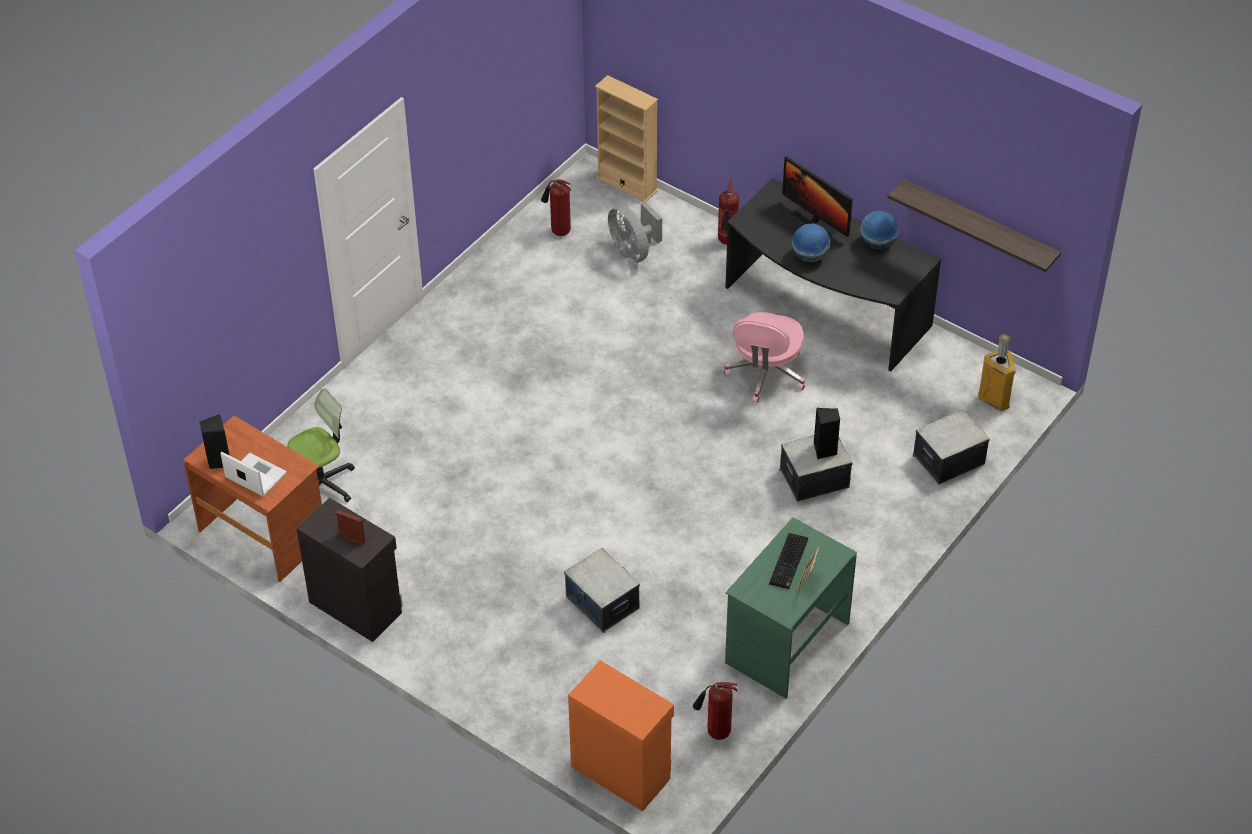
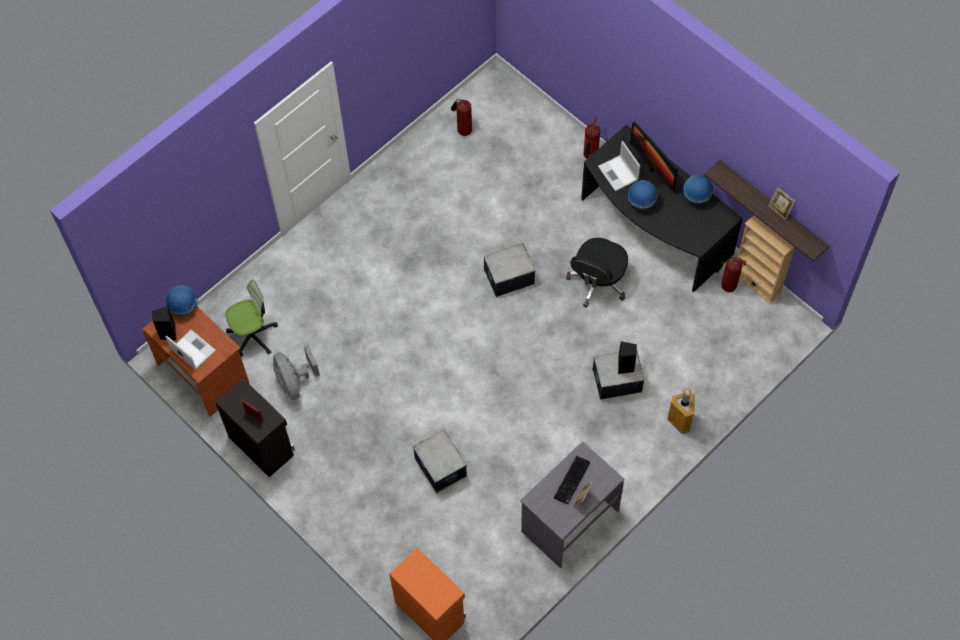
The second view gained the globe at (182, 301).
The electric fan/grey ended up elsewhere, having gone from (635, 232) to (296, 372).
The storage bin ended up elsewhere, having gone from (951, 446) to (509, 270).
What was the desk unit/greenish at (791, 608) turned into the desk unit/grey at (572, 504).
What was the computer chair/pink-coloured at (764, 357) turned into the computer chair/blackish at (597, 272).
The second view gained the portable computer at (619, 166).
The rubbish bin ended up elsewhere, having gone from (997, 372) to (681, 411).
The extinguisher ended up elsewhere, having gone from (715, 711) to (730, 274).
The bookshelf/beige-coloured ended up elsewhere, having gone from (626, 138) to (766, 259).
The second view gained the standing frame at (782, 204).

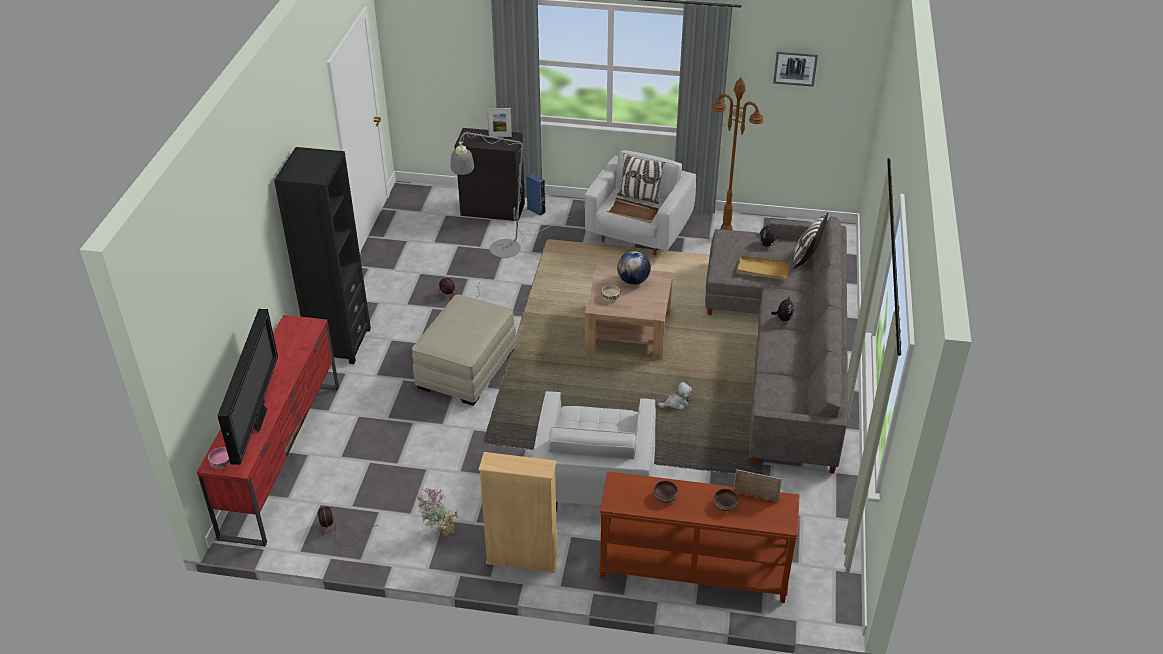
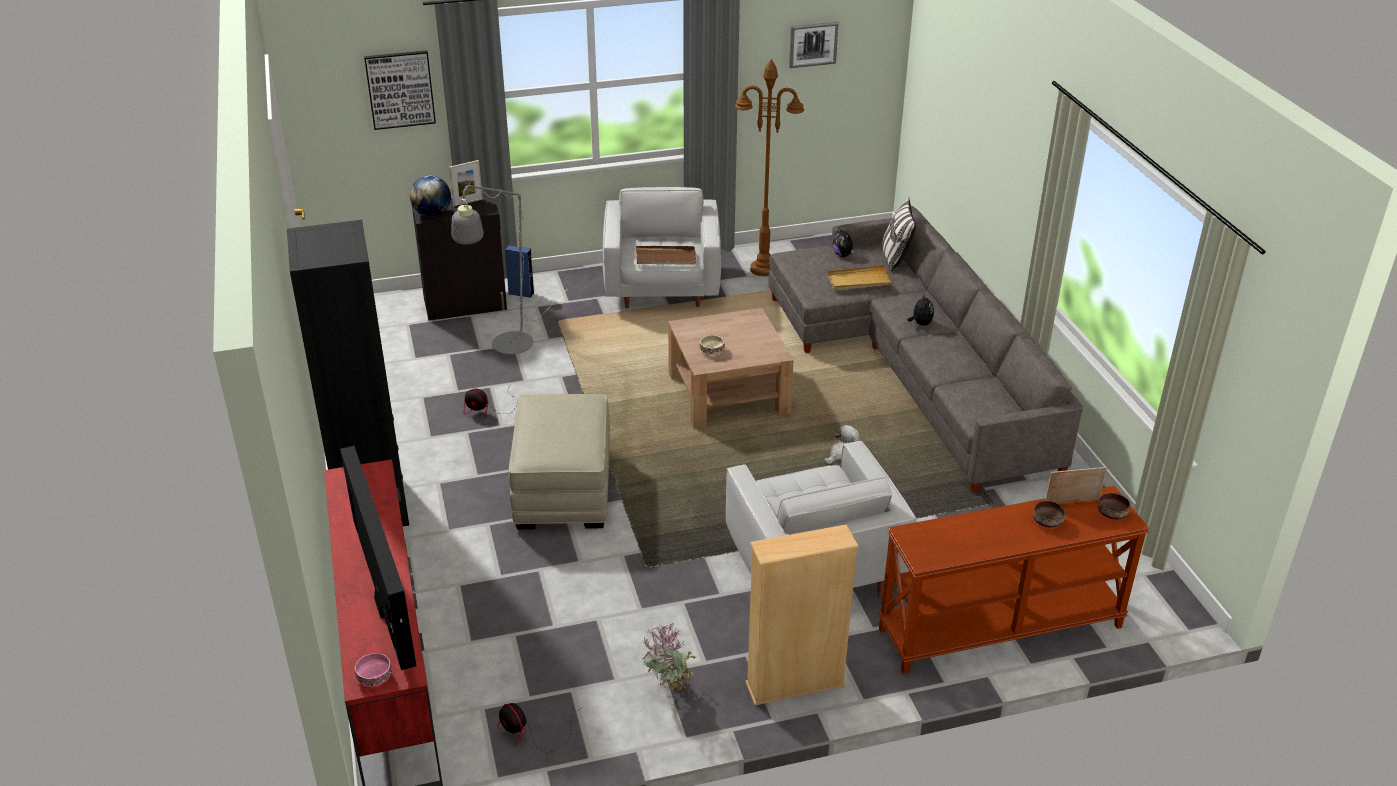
The second view gained the wall art at (400, 90).
The globe ended up elsewhere, having gone from (634, 268) to (430, 196).
The serving bowl/brown ended up elsewhere, having gone from (666, 492) to (1114, 506).
The second view lost the throw pillow at (641, 178).

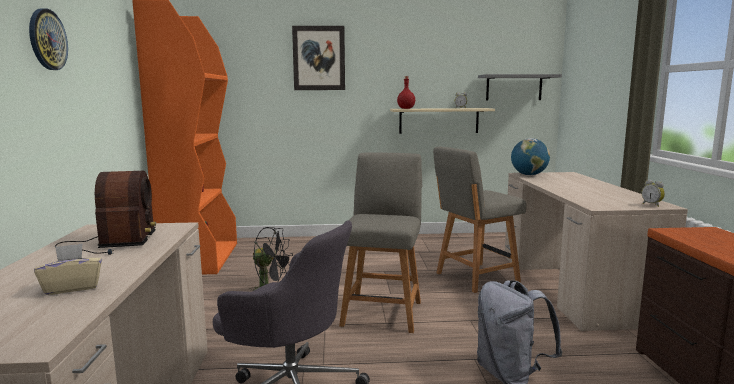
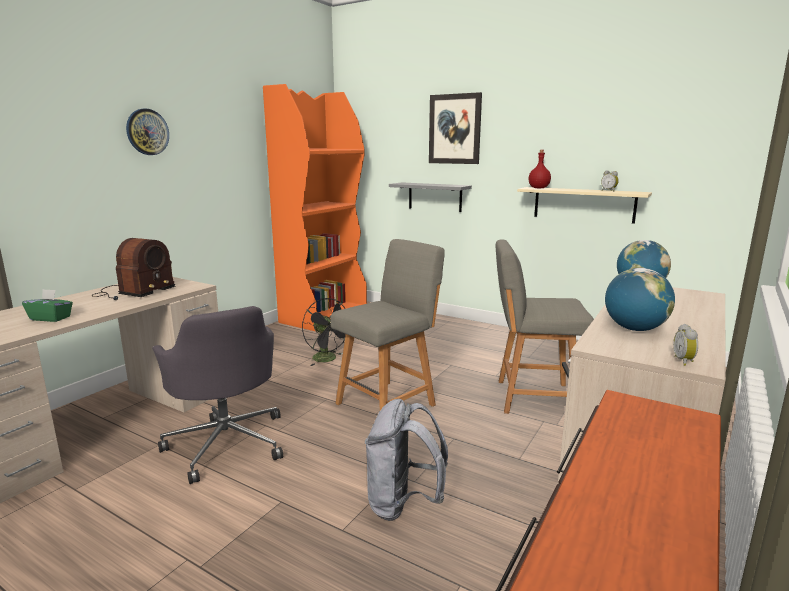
What was the box of tissues/beige-coloured at (68, 269) turned into the box of tissues/greenish at (47, 305).
The bracket shelf/grey ended up elsewhere, having gone from (520, 87) to (430, 197).
The second view gained the globe at (640, 299).

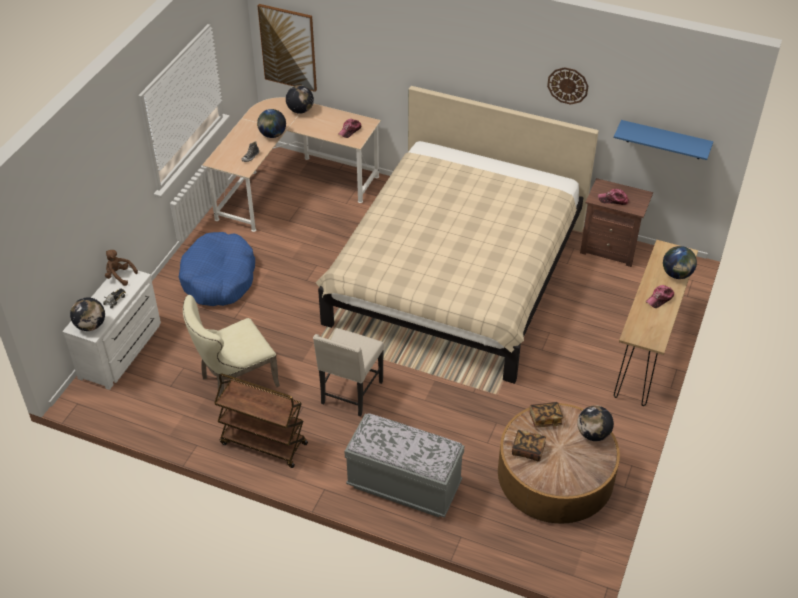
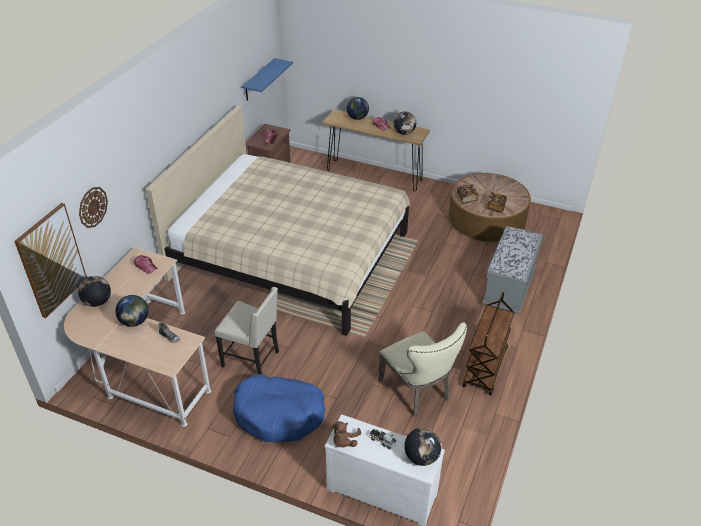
The wall clock ended up elsewhere, having gone from (567, 86) to (93, 207).
The chair/beige-coloured ended up elsewhere, having gone from (348, 372) to (246, 330).
The globe ended up elsewhere, having gone from (595, 423) to (404, 123).

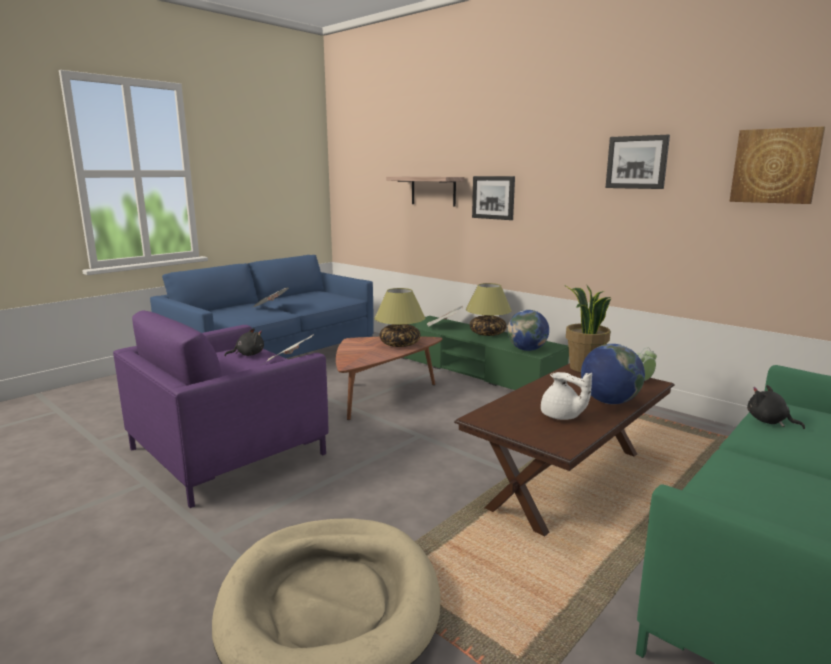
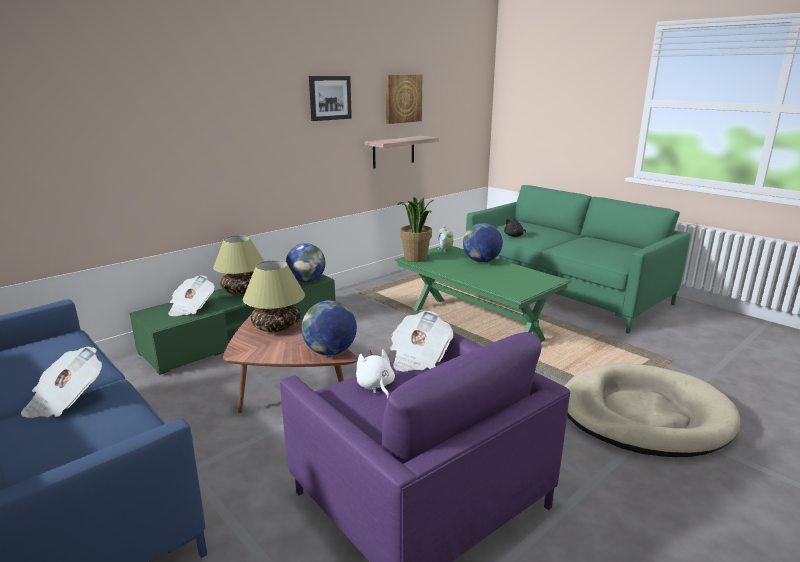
The second view gained the globe at (329, 328).
What was the soft toy/blackish at (244, 342) turned into the soft toy/whitish at (375, 374).
The bracket shelf ended up elsewhere, having gone from (425, 191) to (402, 152).
What was the low table/brown at (564, 449) turned into the low table/greenish at (483, 294).
The second view lost the wall art at (493, 198).
The second view lost the teapot/whitish at (566, 396).

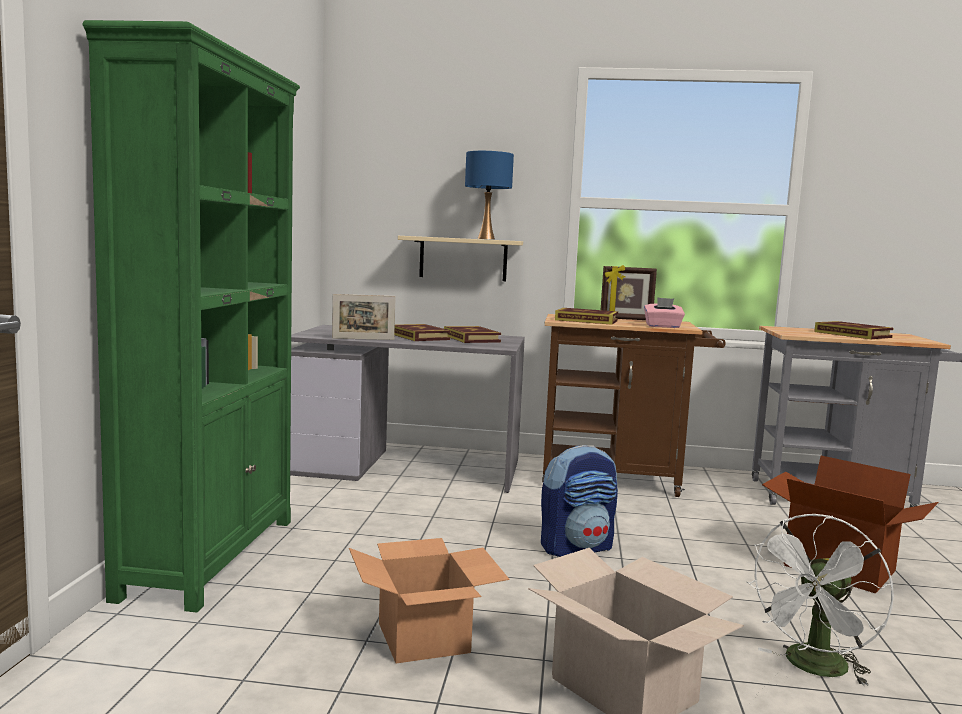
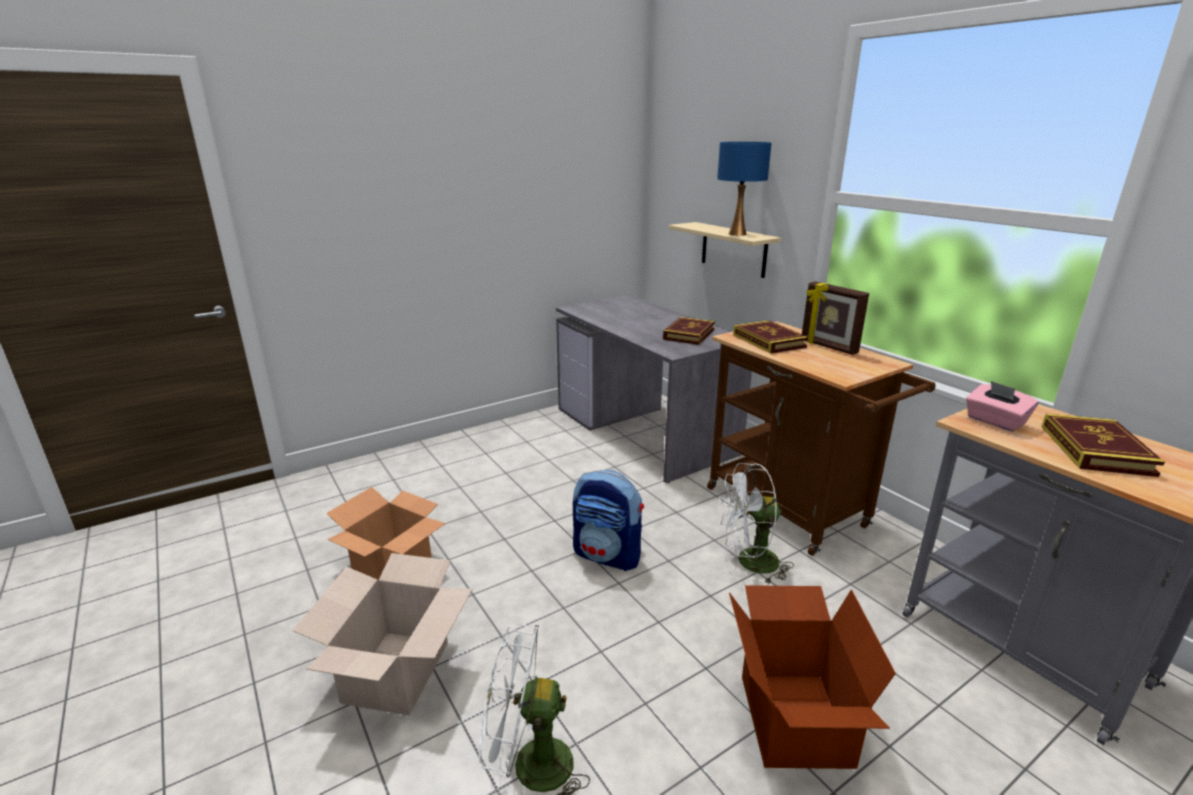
The second view gained the electric fan/whitish at (756, 523).
The box of tissues/pink-coloured ended up elsewhere, having gone from (664, 313) to (1002, 406).
The second view lost the bookshelf/greenish at (191, 316).
The second view lost the standing frame at (364, 317).
The second view lost the bound book at (422, 332).

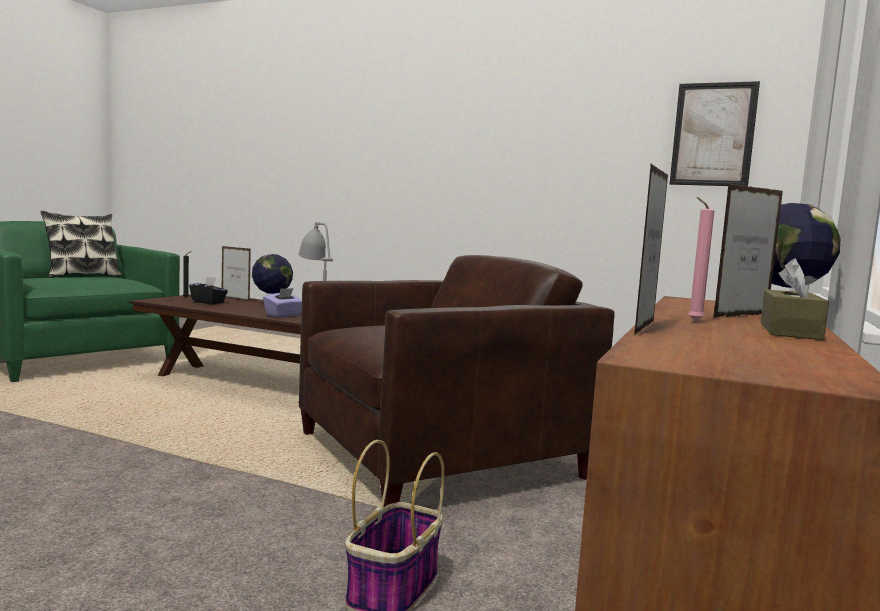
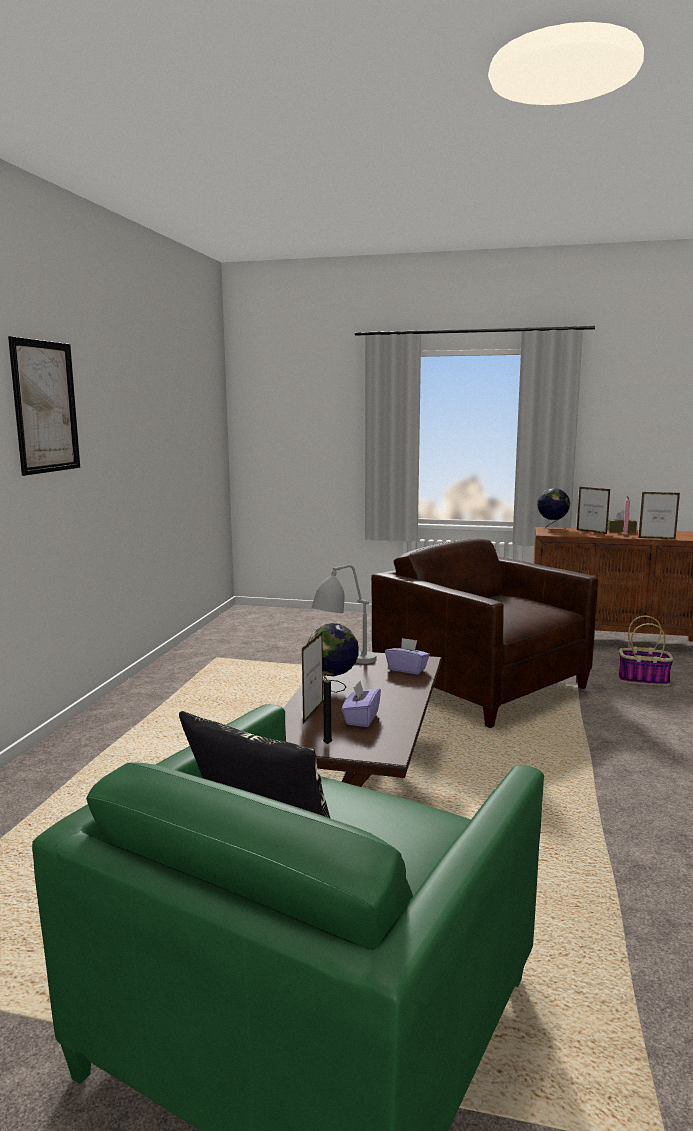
The wall art ended up elsewhere, having gone from (715, 133) to (44, 406).
What was the box of tissues/blackish at (208, 290) turned into the box of tissues/purple at (361, 704).

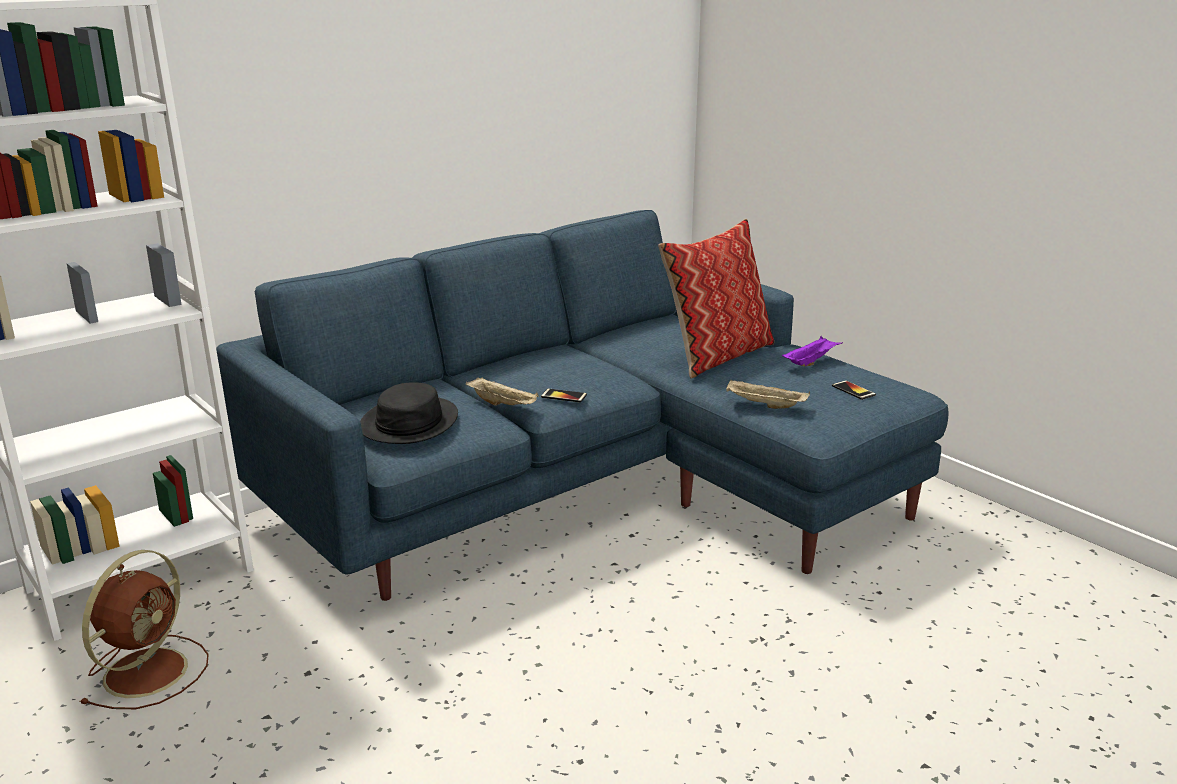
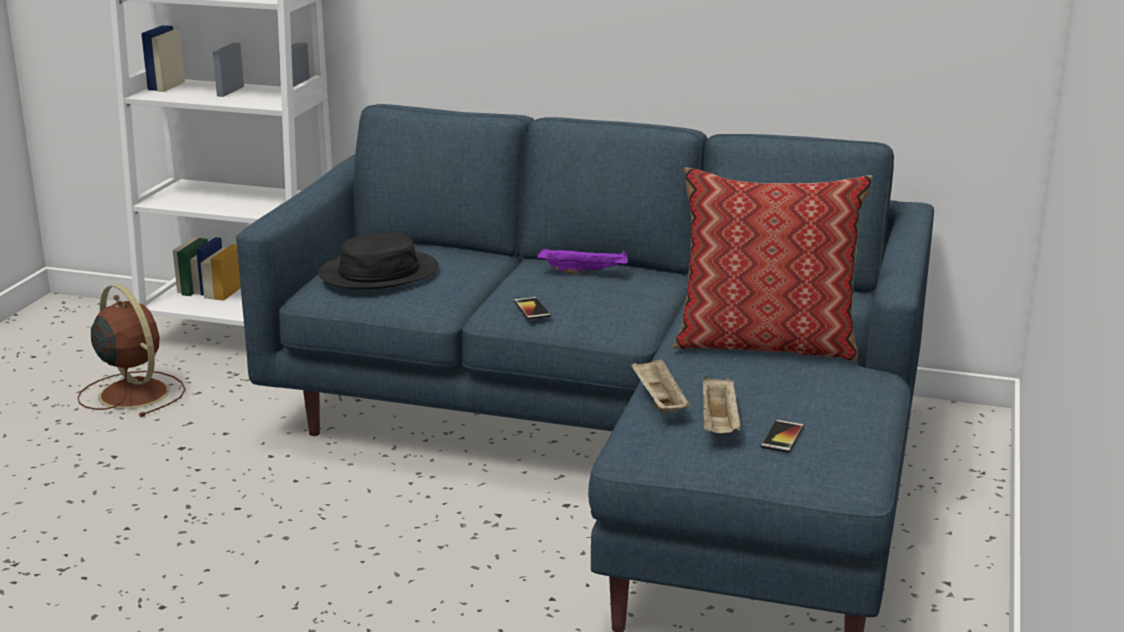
The electric fan/brown at (144, 629) ended up facing another way, 120 degrees counterclockwise from before.
The carrying tray/purple ended up elsewhere, having gone from (812, 351) to (582, 261).
The carrying tray/beige-coloured ended up elsewhere, having gone from (502, 391) to (722, 404).

